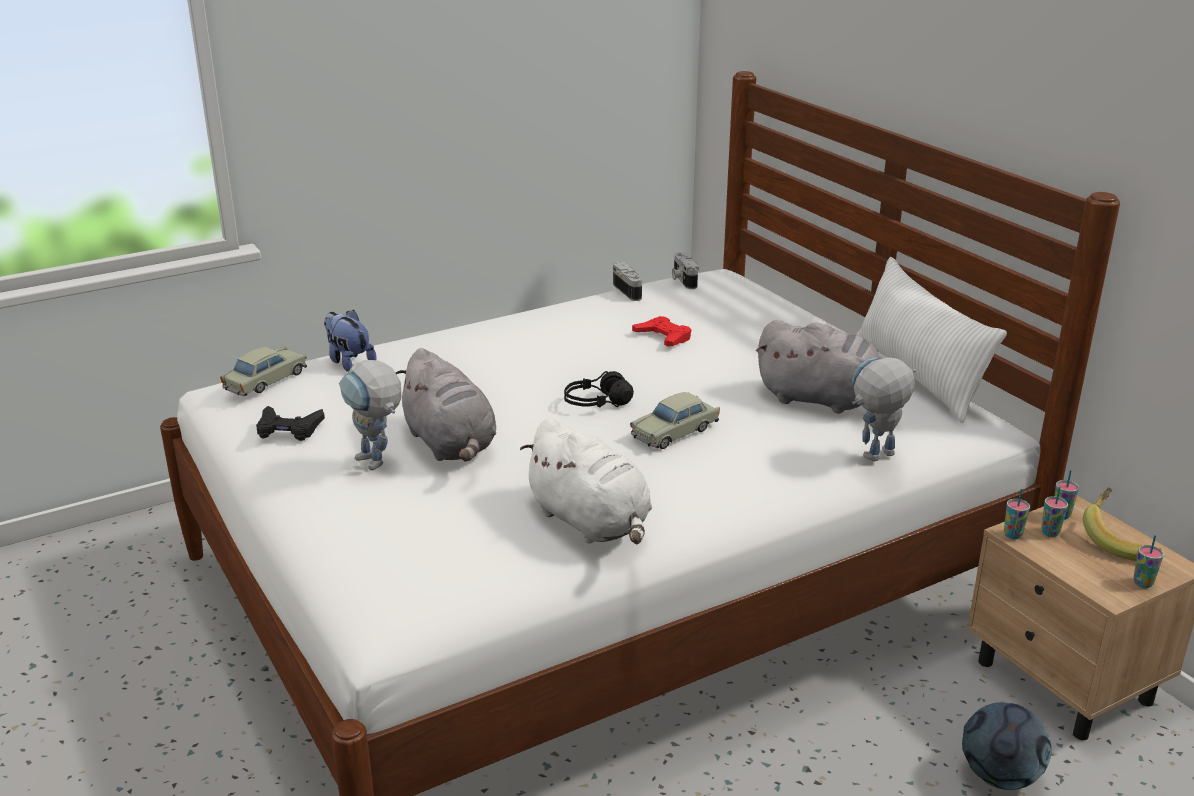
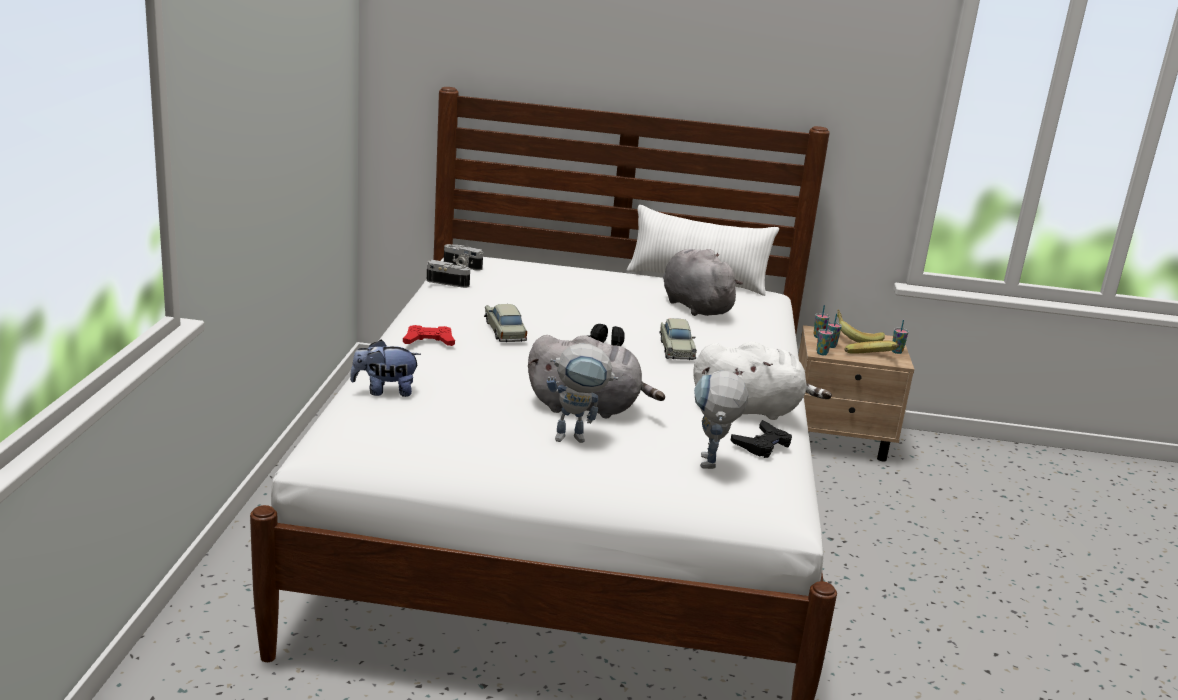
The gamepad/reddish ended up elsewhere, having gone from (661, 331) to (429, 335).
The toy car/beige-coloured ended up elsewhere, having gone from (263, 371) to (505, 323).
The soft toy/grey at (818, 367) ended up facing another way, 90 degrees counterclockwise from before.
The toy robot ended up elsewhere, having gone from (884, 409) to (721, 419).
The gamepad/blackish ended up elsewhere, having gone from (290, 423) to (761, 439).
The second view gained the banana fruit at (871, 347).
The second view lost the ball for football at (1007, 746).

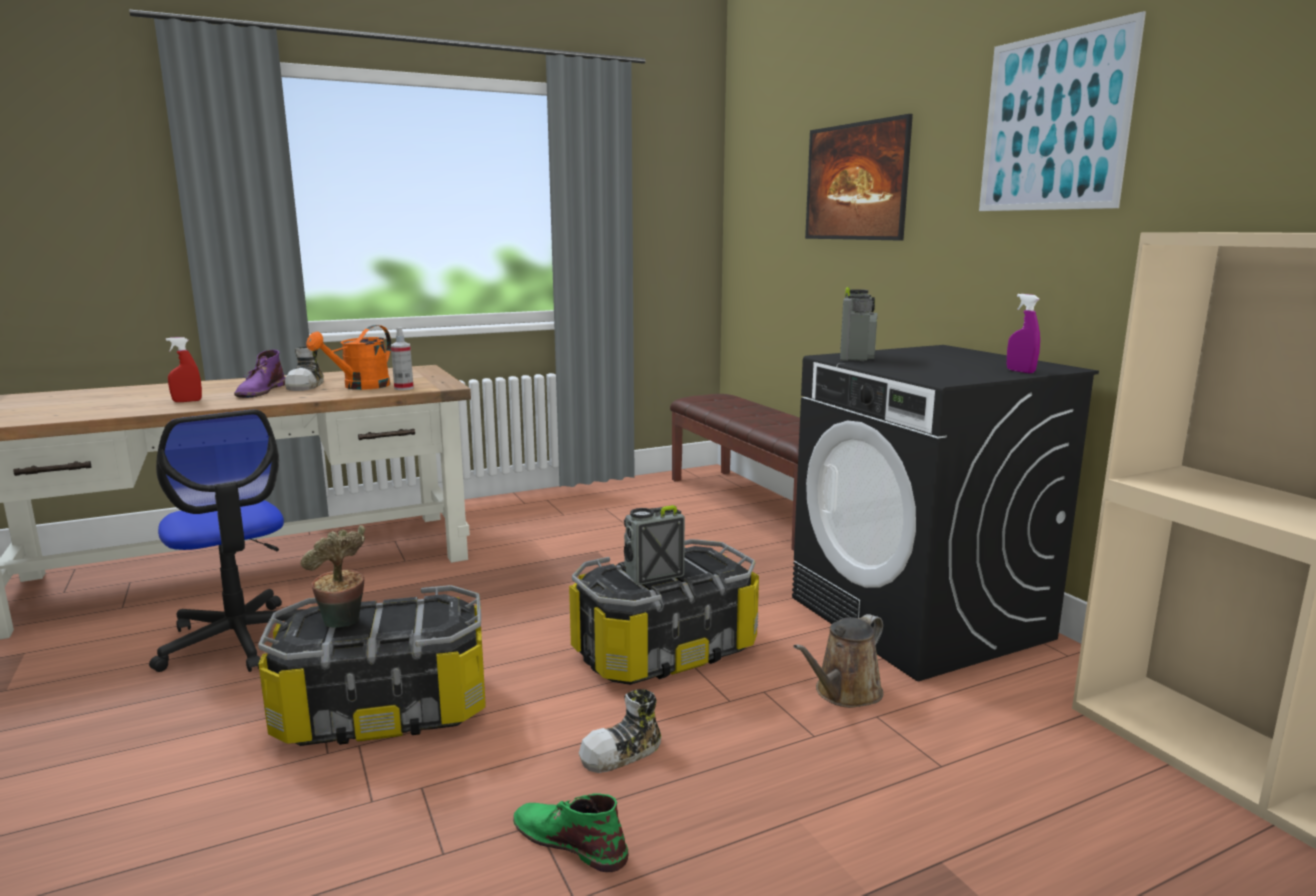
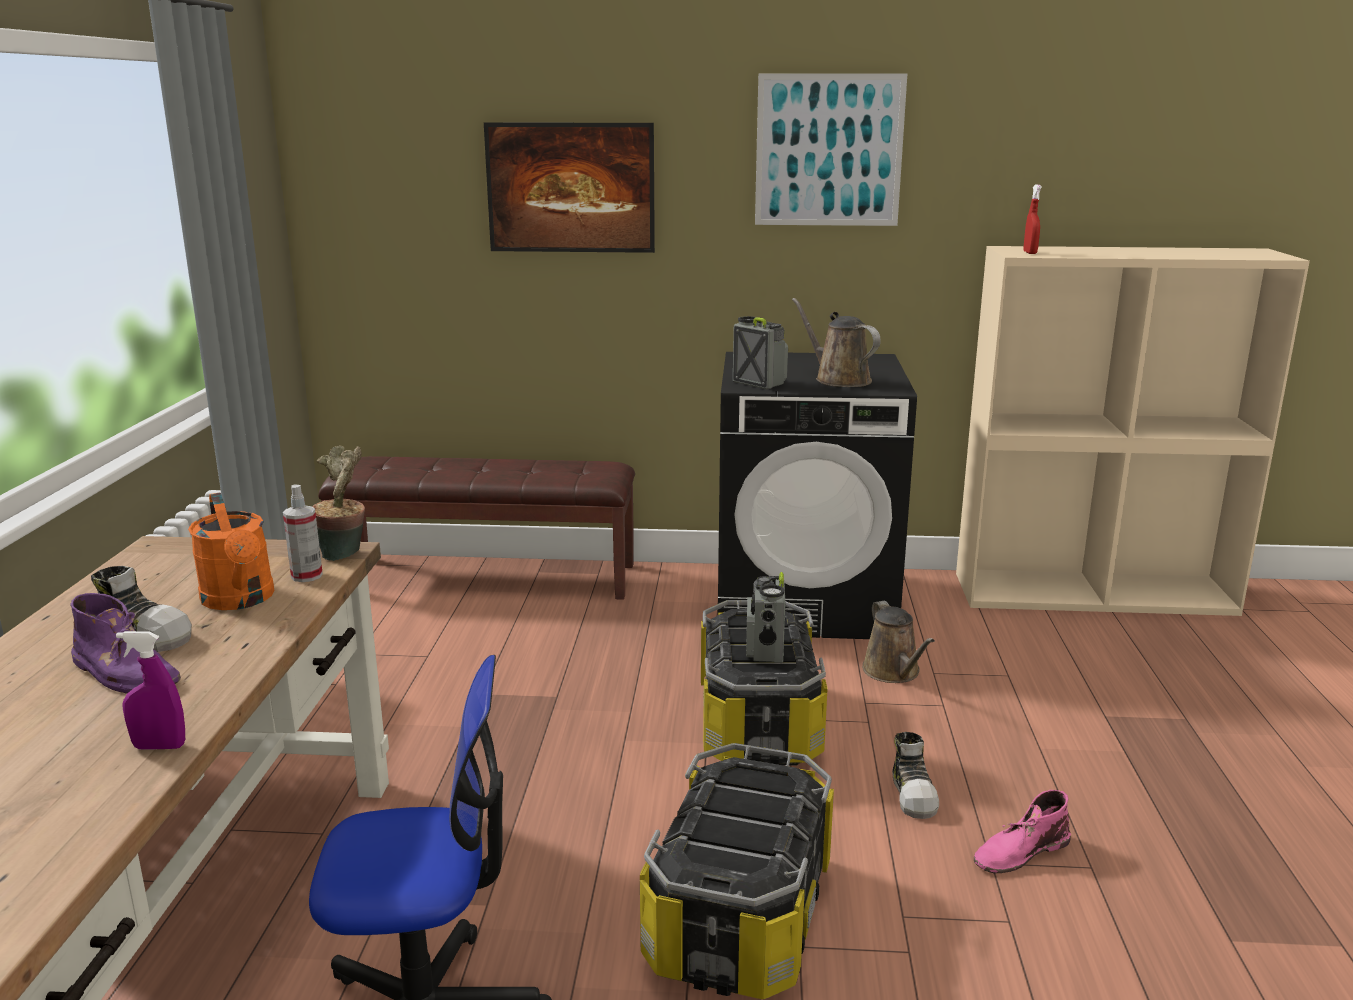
The spray bottle/purple ended up elsewhere, having gone from (1023, 333) to (150, 690).
The houseplant ended up elsewhere, having gone from (332, 576) to (338, 503).
The second view gained the sprinkling can/brown at (836, 342).
What was the boot/greenish at (570, 832) turned into the boot/pink-coloured at (1022, 831).
The spray bottle/reddish ended up elsewhere, having gone from (184, 369) to (1032, 219).

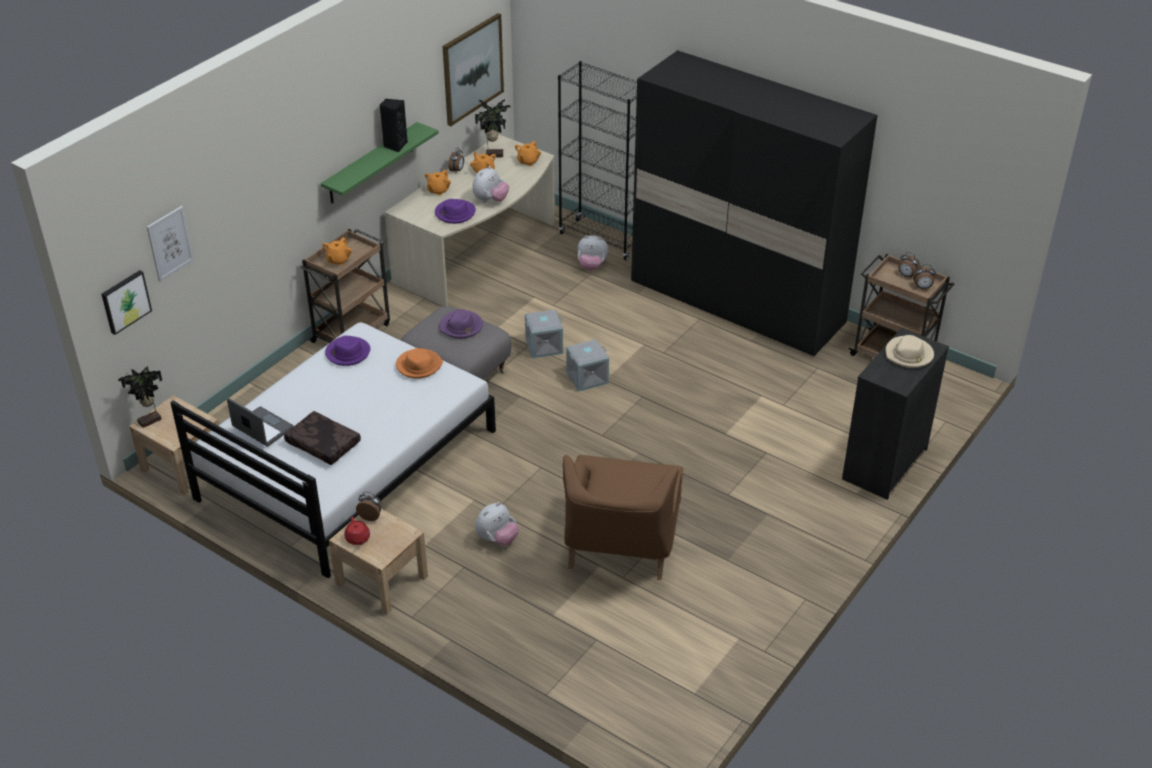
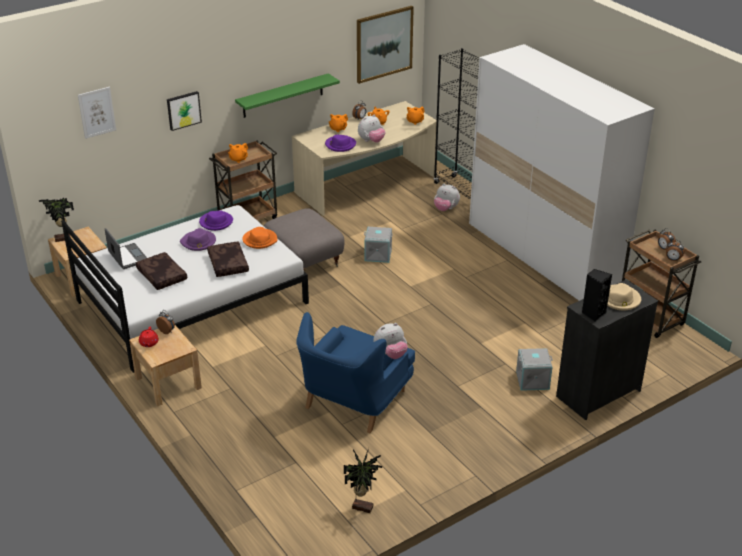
The wall art ended up elsewhere, having gone from (126, 302) to (184, 111).
The wearable hat/purple ended up elsewhere, having gone from (461, 324) to (198, 239).
The second view gained the throw pillow/brown at (228, 259).
What was the armchair/brown at (623, 517) turned into the armchair/blue at (355, 372).
The houseplant ended up elsewhere, having gone from (492, 128) to (363, 480).
The soft toy ended up elsewhere, having gone from (497, 524) to (391, 341).
What was the clothes cupboard/blackish at (754, 203) turned into the clothes cupboard/whitish at (562, 172).
The storage bin/grey ended up elsewhere, having gone from (587, 365) to (534, 369).
The loudspeaker/blackish ended up elsewhere, having gone from (394, 125) to (597, 295).

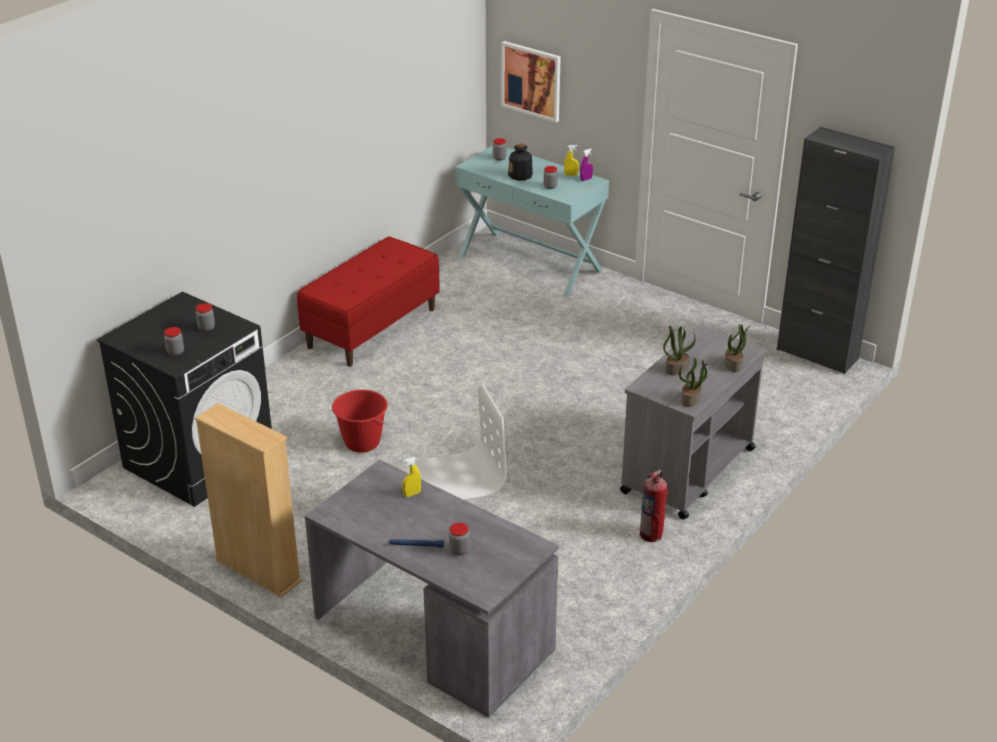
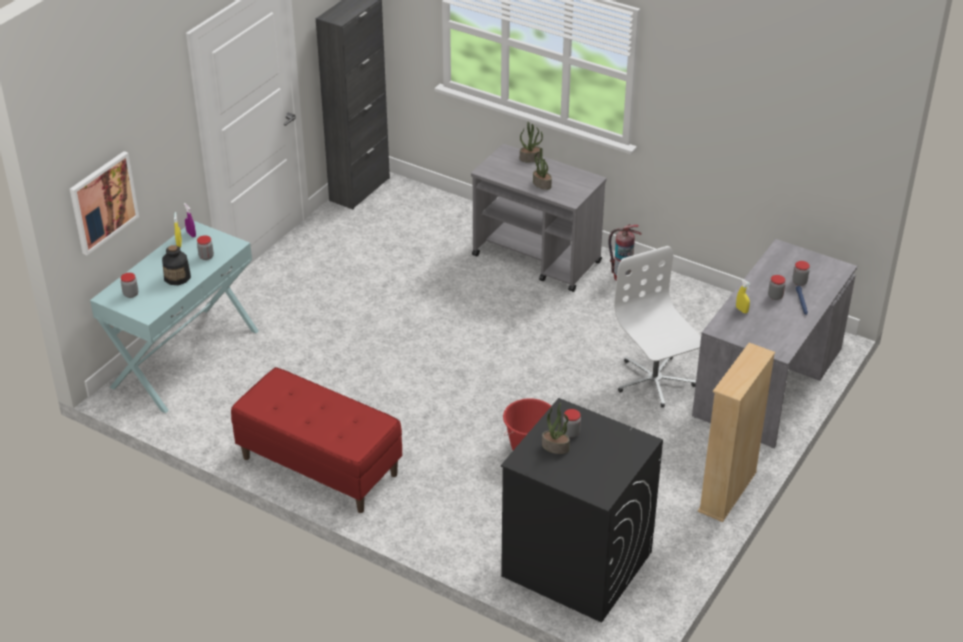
The houseplant ended up elsewhere, having gone from (694, 382) to (556, 428).
The storage jar ended up elsewhere, having gone from (174, 341) to (776, 287).

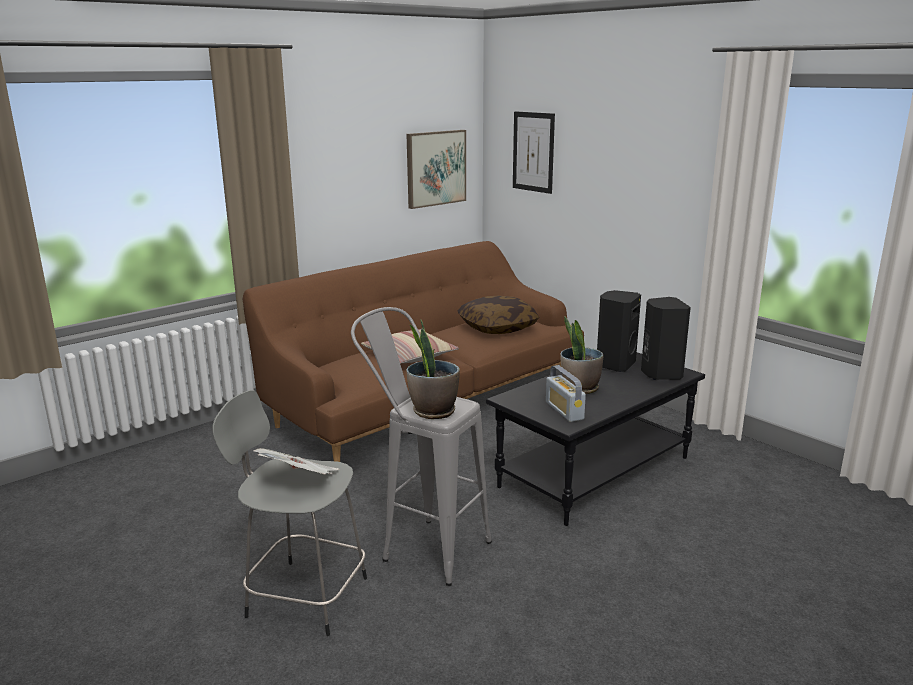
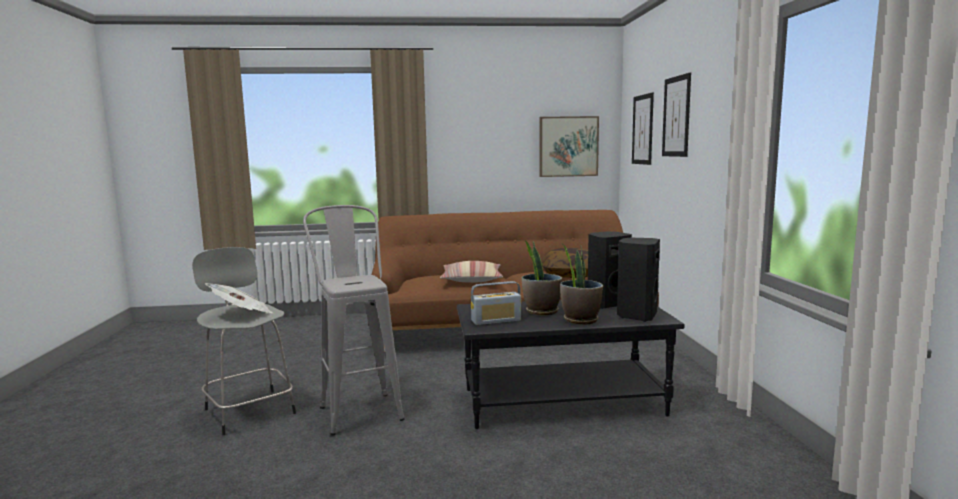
The radio at (566, 393) ended up facing another way, 120 degrees counterclockwise from before.
The houseplant ended up elsewhere, having gone from (433, 369) to (581, 284).
The second view gained the wall art at (676, 114).

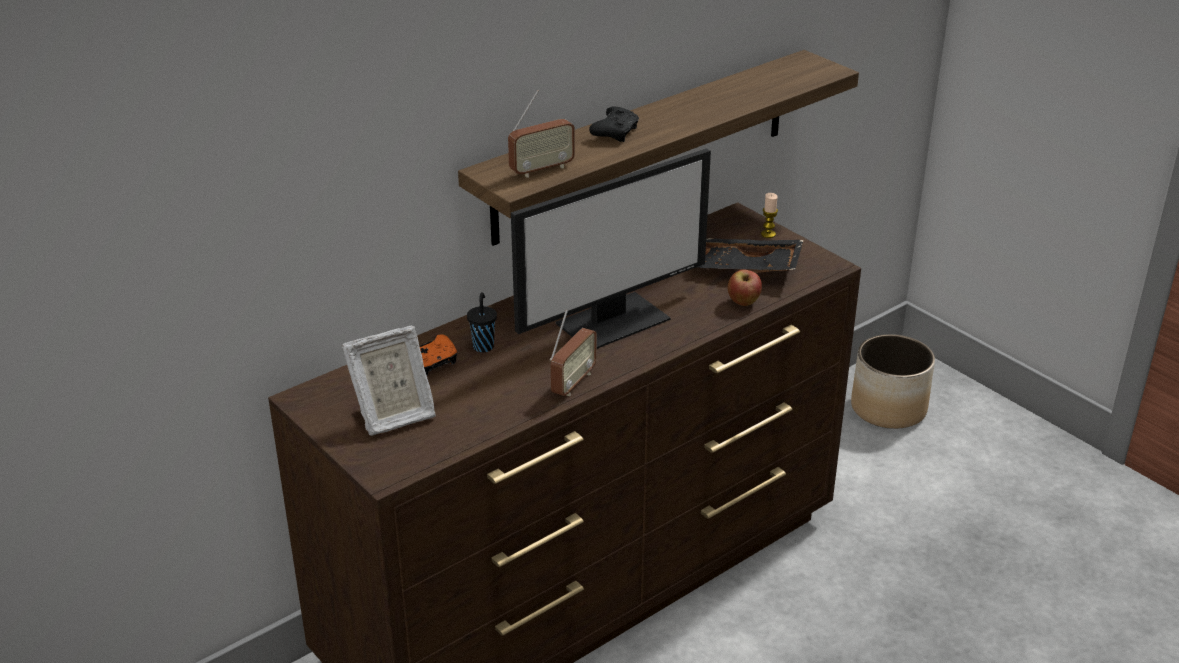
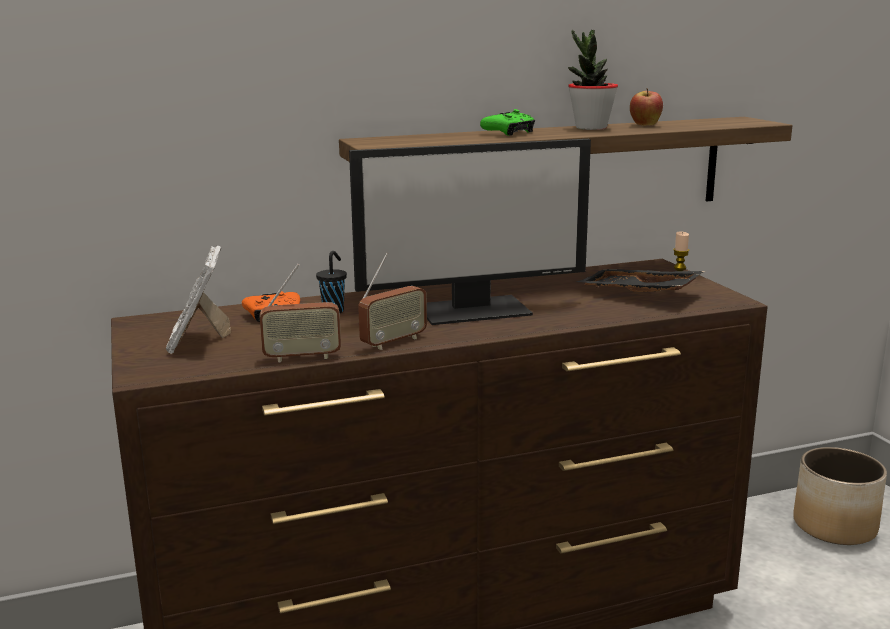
The standing frame at (389, 380) ended up facing another way, 90 degrees clockwise from before.
The radio ended up elsewhere, having gone from (541, 134) to (300, 313).
What was the gamepad/blackish at (614, 124) turned into the gamepad/greenish at (507, 122).
The second view gained the houseplant at (593, 79).
The apple fruit ended up elsewhere, having gone from (745, 287) to (646, 107).

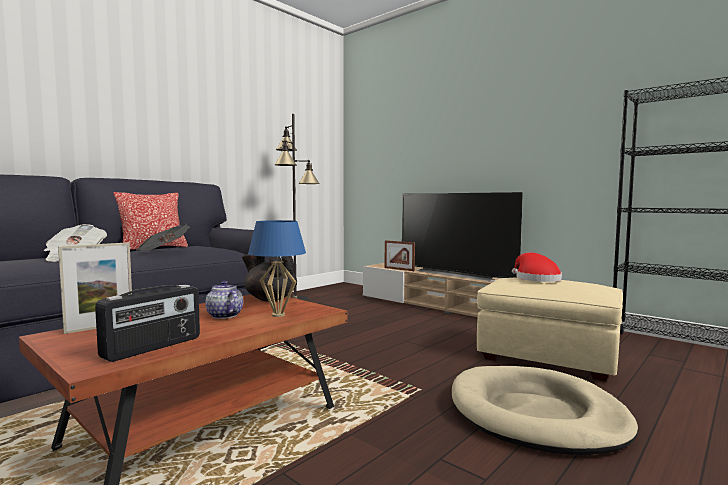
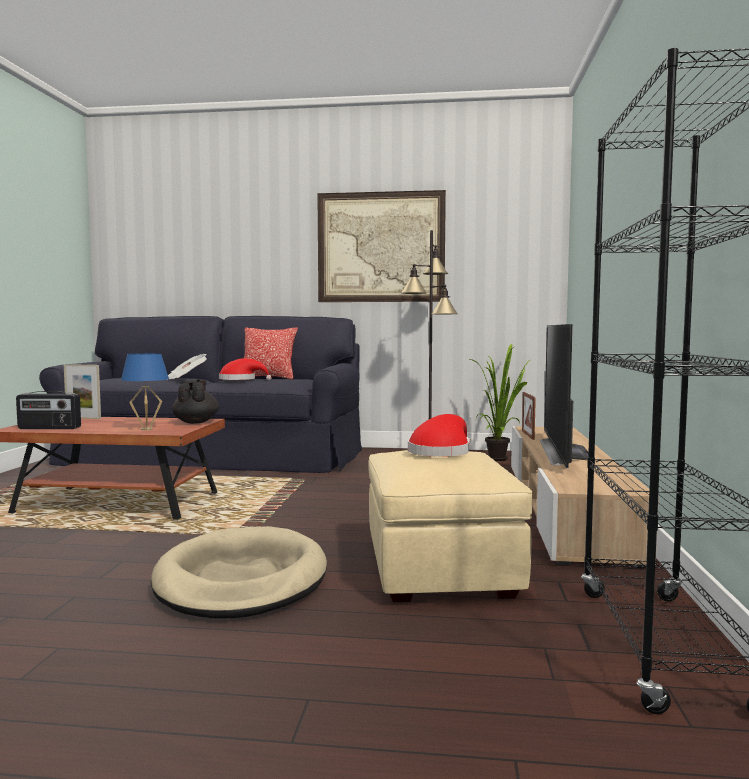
Where the printed paper stood at (163, 237), the wearable hat/reddish came to stand at (245, 369).
The second view gained the wall art at (381, 246).
The second view gained the houseplant at (499, 402).
The second view lost the teapot at (224, 300).

